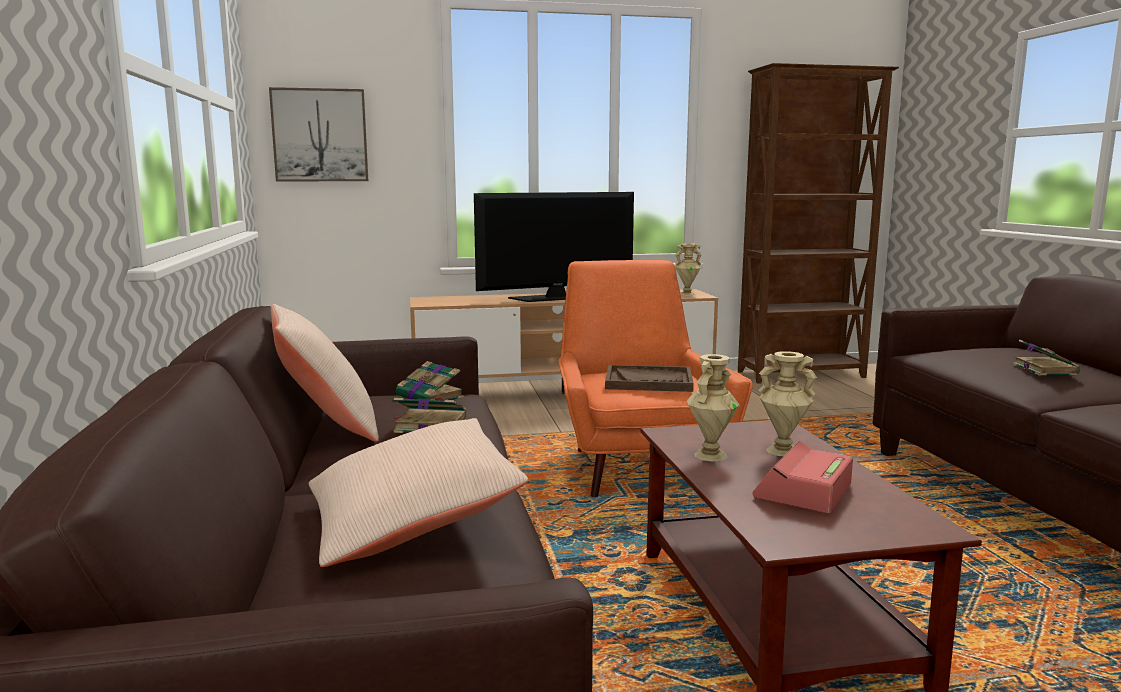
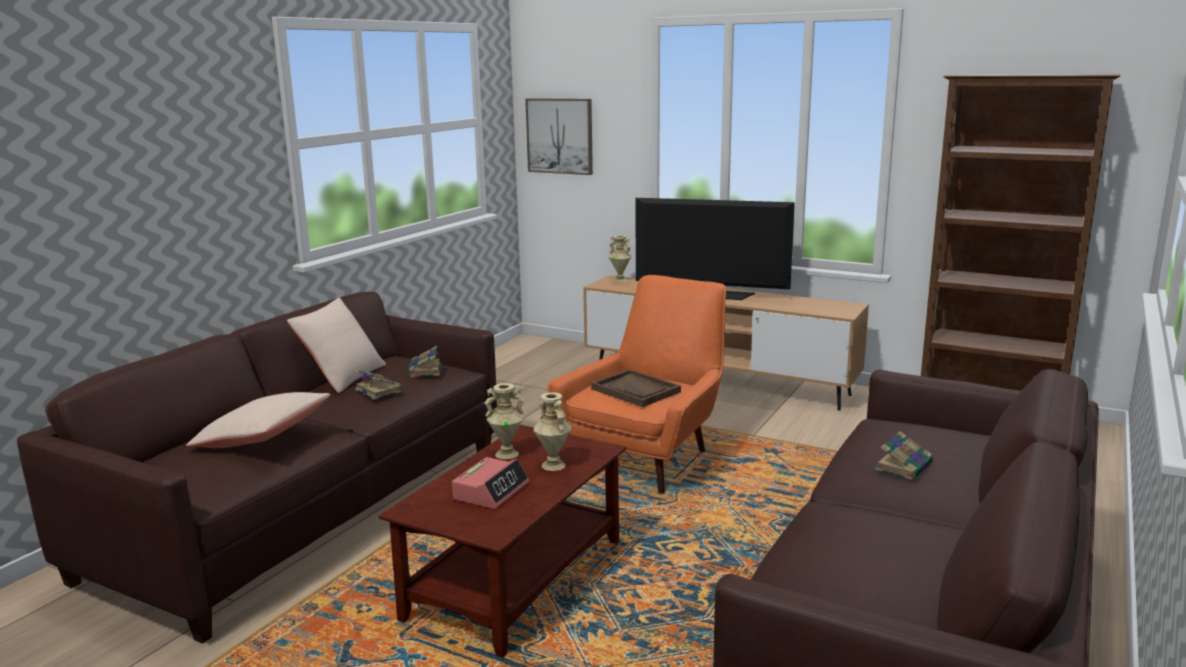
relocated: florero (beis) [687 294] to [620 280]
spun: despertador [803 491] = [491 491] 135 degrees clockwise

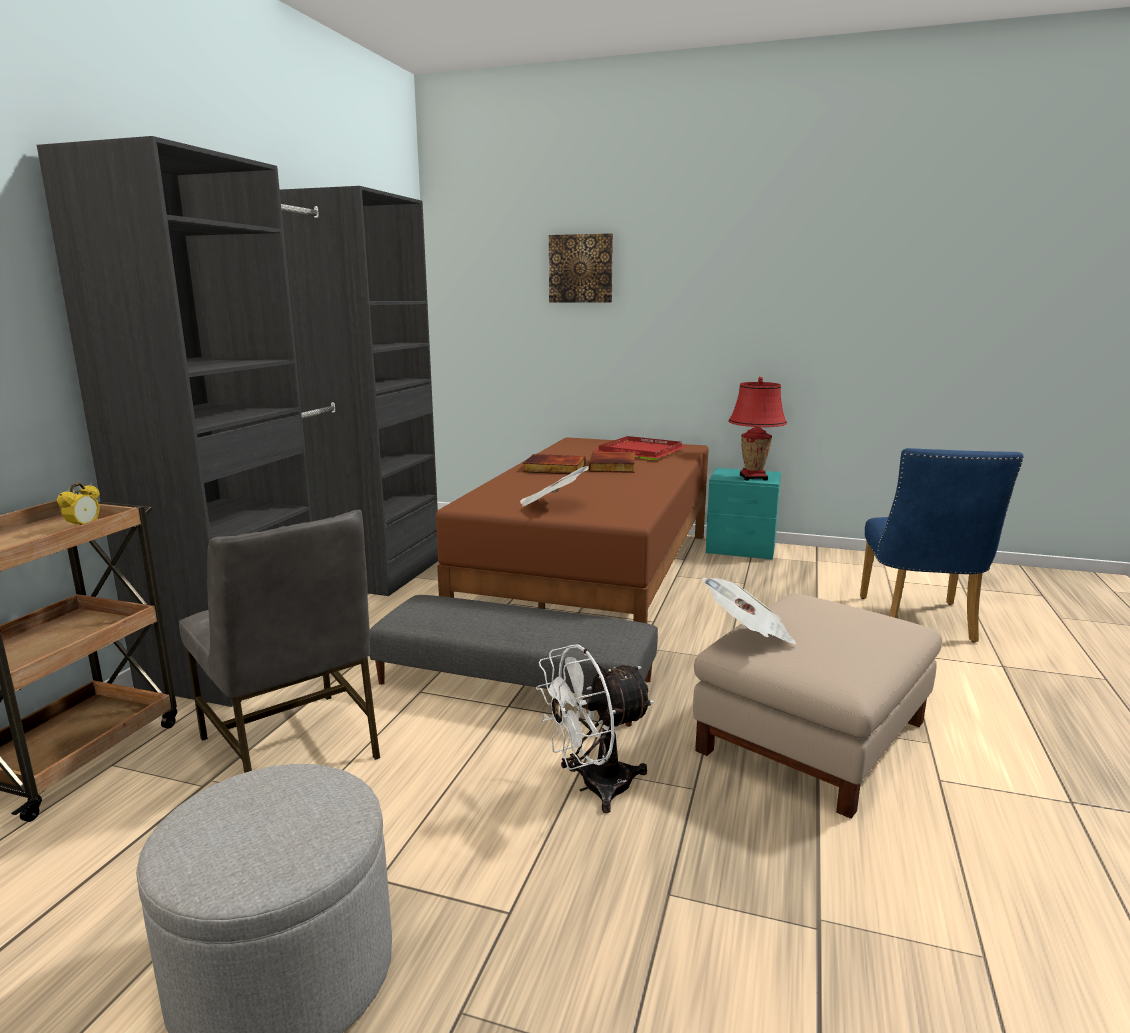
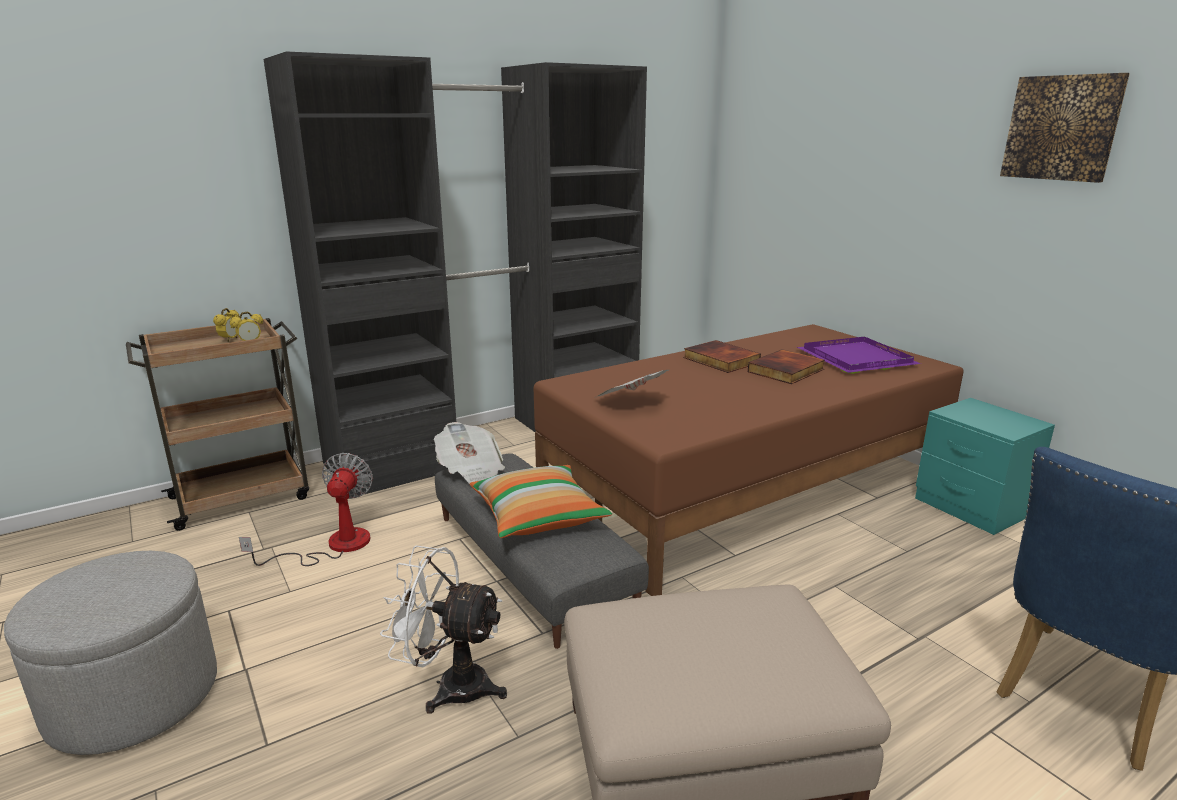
missing: lámpara de mesa (rojo) [753 477]
appeared: despertador [230 339]; cojín [538 517]
relocated: cuadro [581 268] to [1062 128]; periódico [748 633] to [470 470]
exchanged: silla (gris) [292 748] to ventilador [333 546]
colour: bandeja (rojo) [639 451] to bandeja (morado) [856 358]

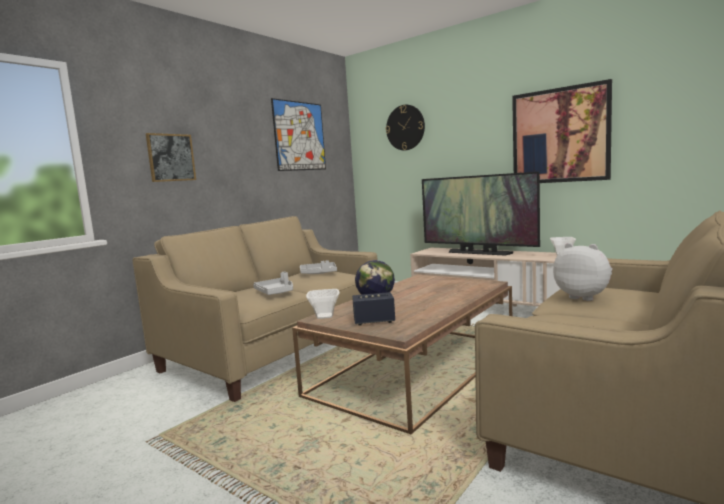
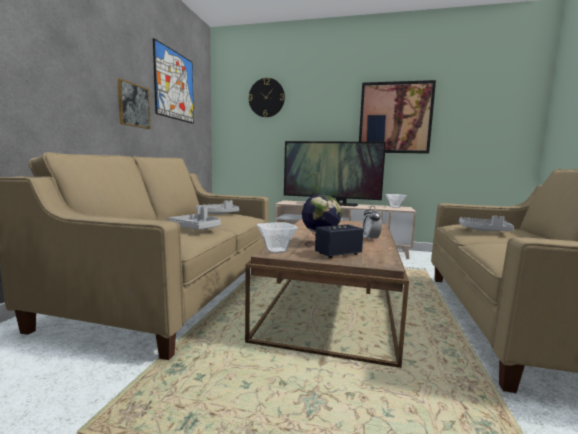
appeared: despertador [370 239]
relocated: cuadro [171 157] to [133 105]
exchanged: peluche [583 297] to bandeja (gris) [484 230]

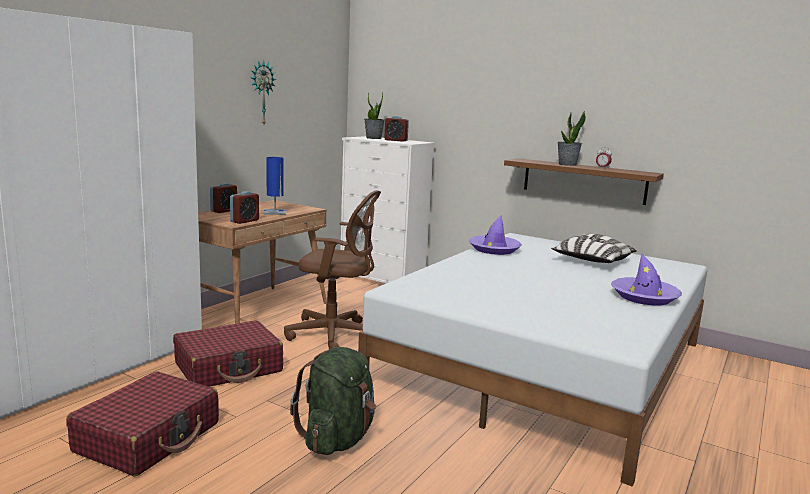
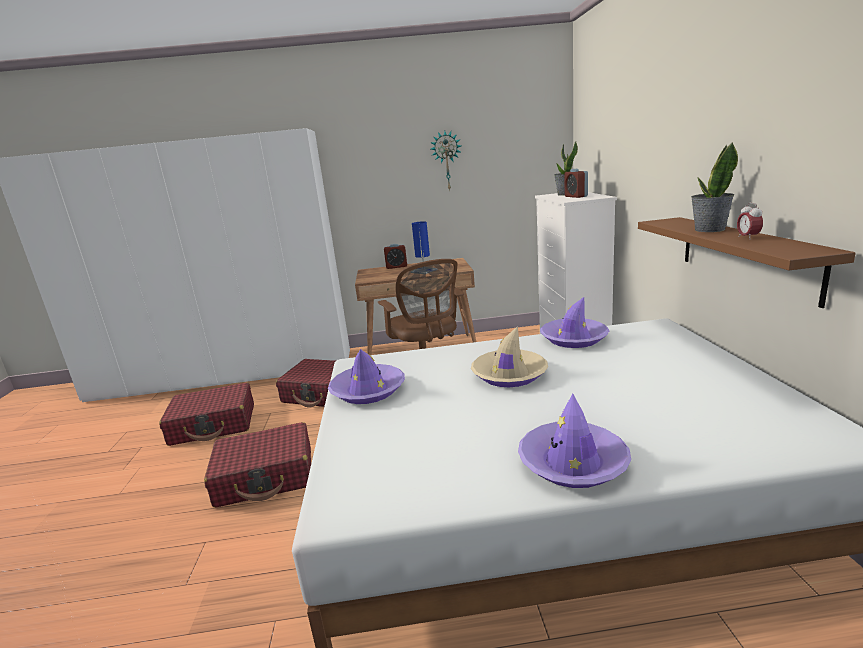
missing: despertador [244 221]; cojín [592 261]
appeared: sombrero (morado) [368 390]; sombrero (beis) [509 375]
exchanged: mochila (verde) [338 439] to maleta (rojo) [266 476]

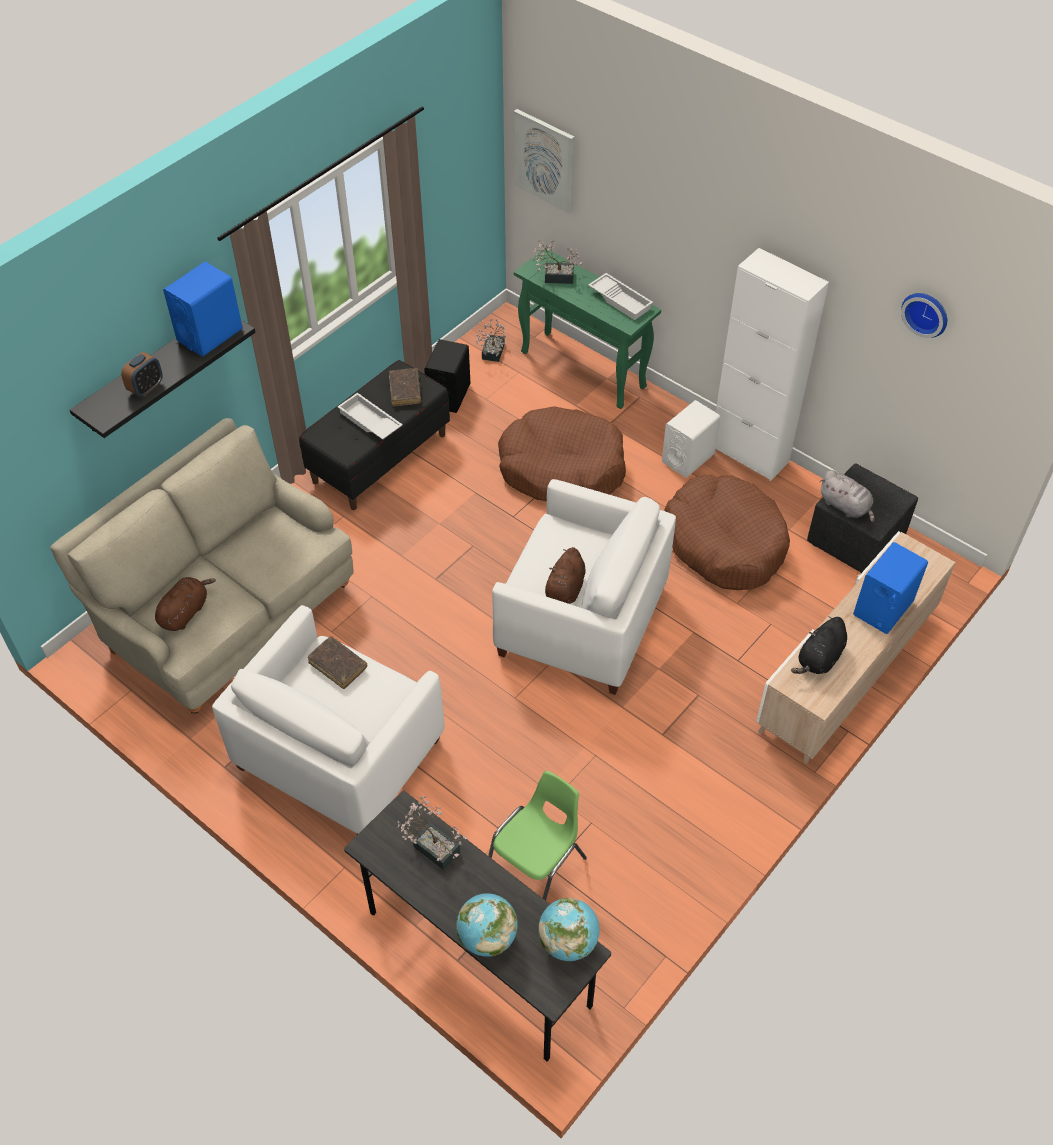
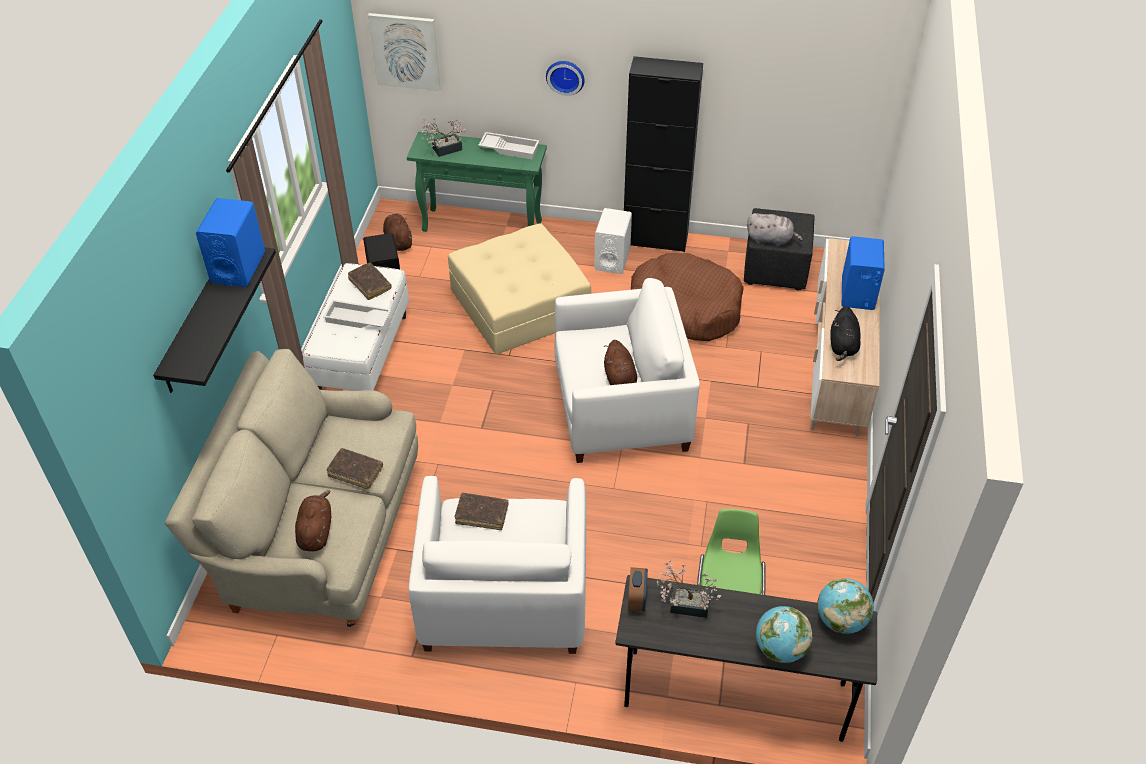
appeared: libro (marrón) [355 472]
relocated: despertador [146 388] to [637 600]; reloj de pared [926 313] to [565 76]
exchanged: planta en maceta [492 354] to peluche (marrón) [398 241]; cama para perro (marrón) [562 468] to puf (beis) [520 304]
colour: banco (negro) [379 457] to banco (blanco) [362 355]; armario (blanco) [749 454] to armario (negro) [655 239]

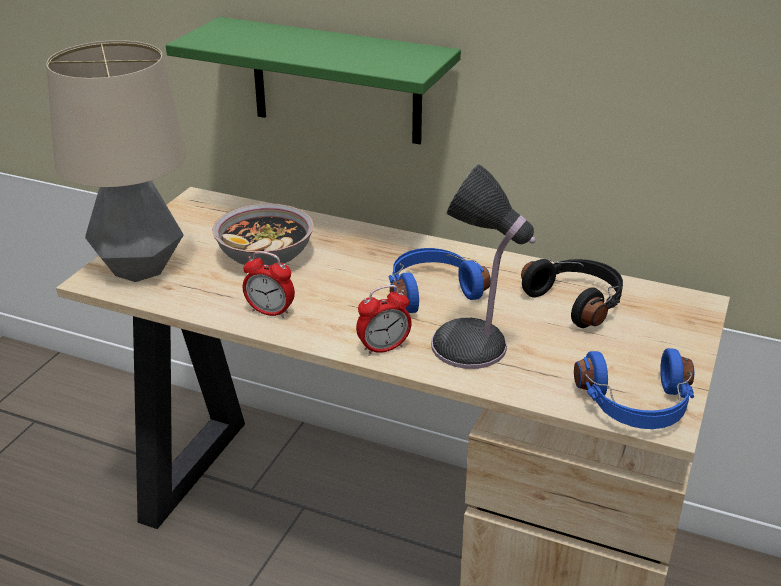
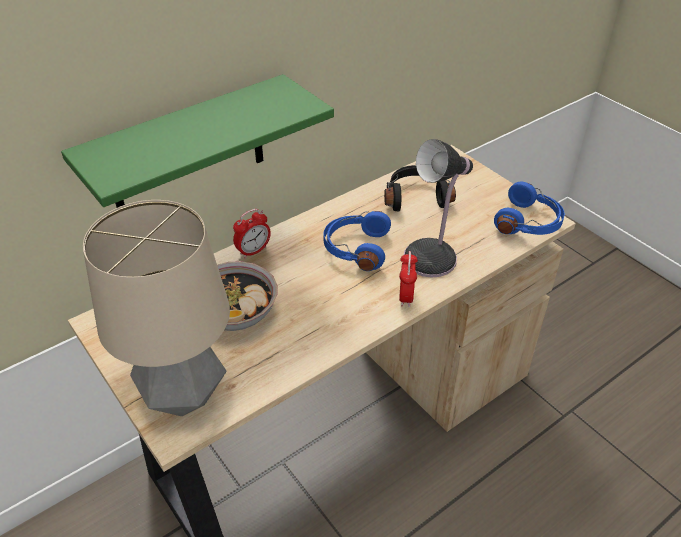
relocated: despertador [270 312] to [253 251]

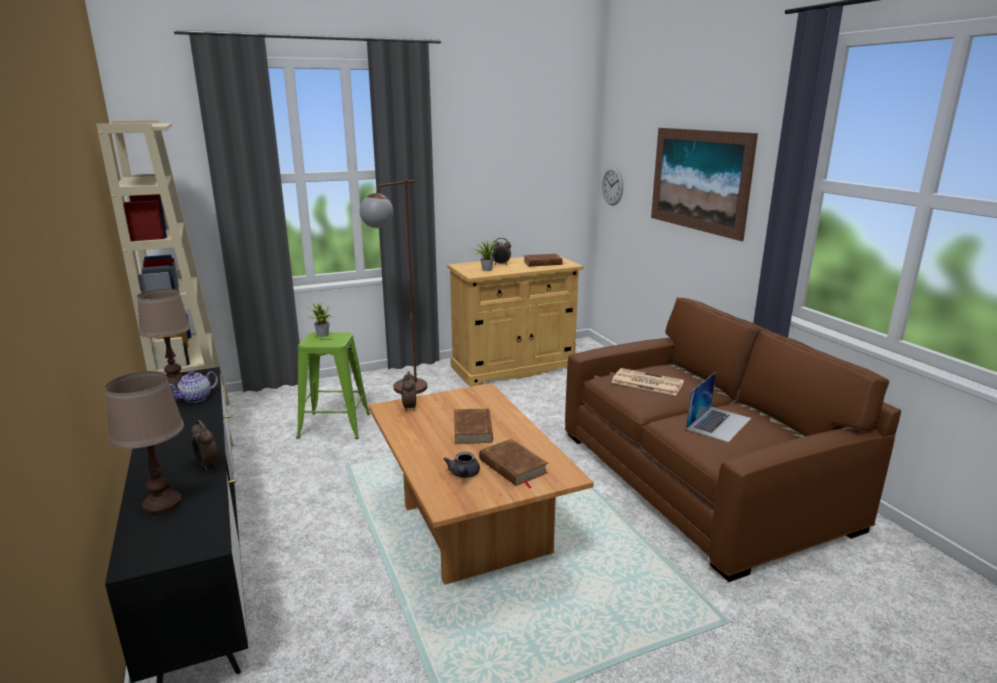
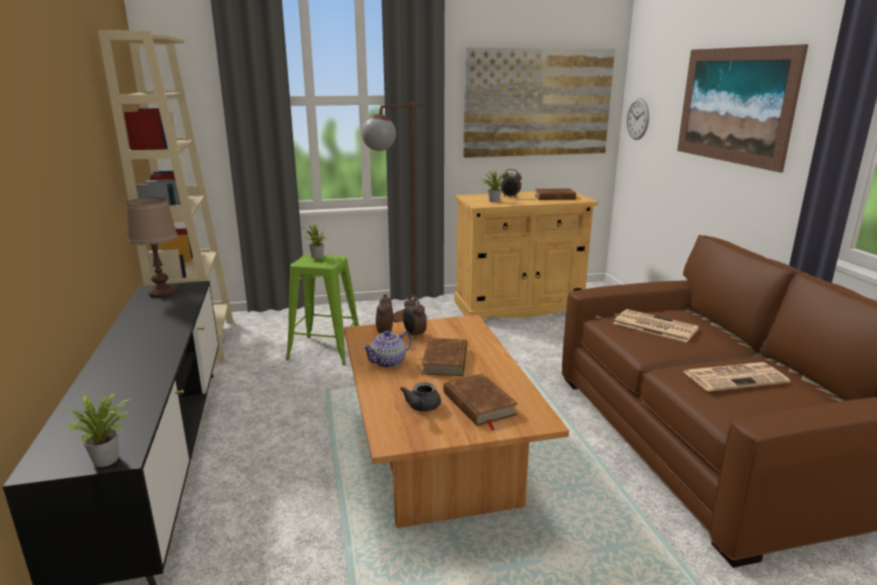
missing: lámpara de mesa (marrón) [163 504]
appeared: planta en maceta [109 459]; cuadro [537 103]
relocated: tetera [196 398] to [388 362]; despertador [207 465] to [414 335]
exchanged: portátil [719 423] to periódico [735 377]

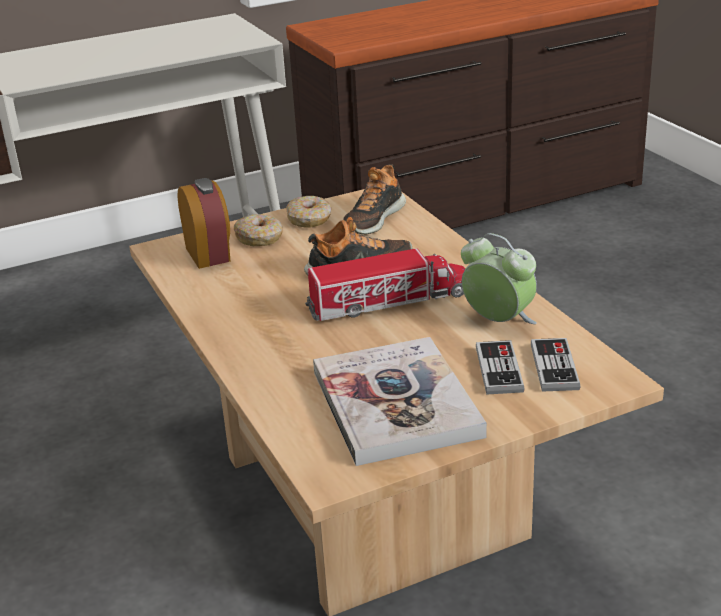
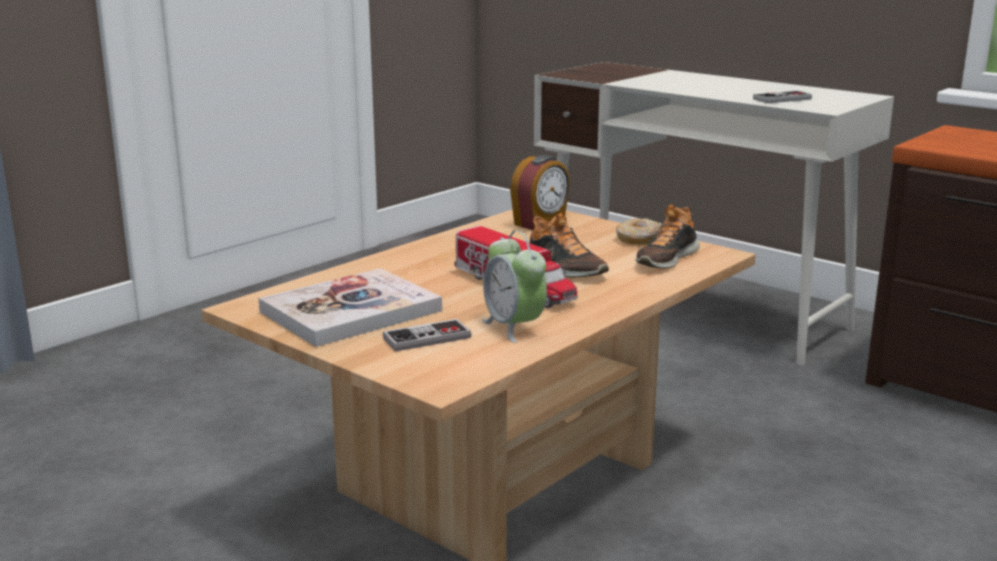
missing: rosquilla [260 238]
relocated: mando de consola [554 367] to [782 99]
spun: zapato [373 219] = [666 259] 60 degrees counterclockwise; despertador [498 321] = [514 327] 135 degrees clockwise

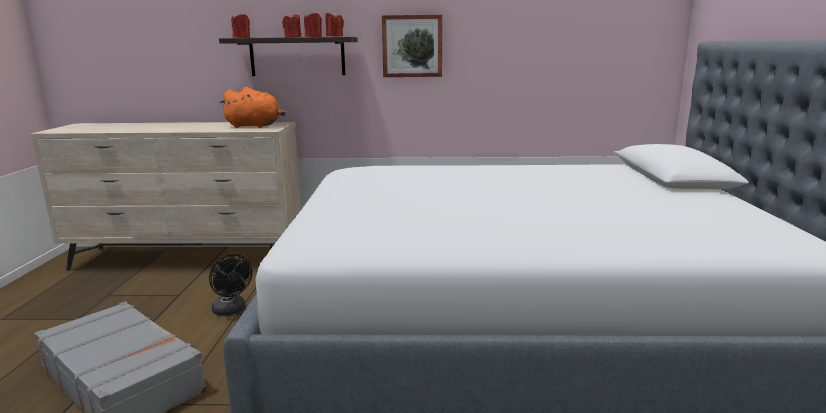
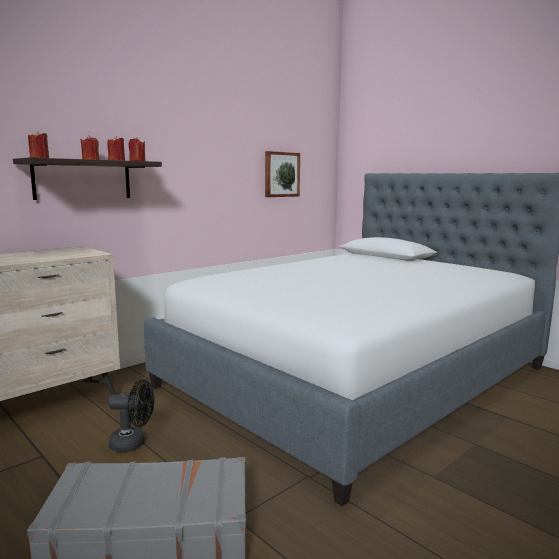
missing: peluche (naranja) [255 126]
relocated: cuadro [412 46] to [281 174]

